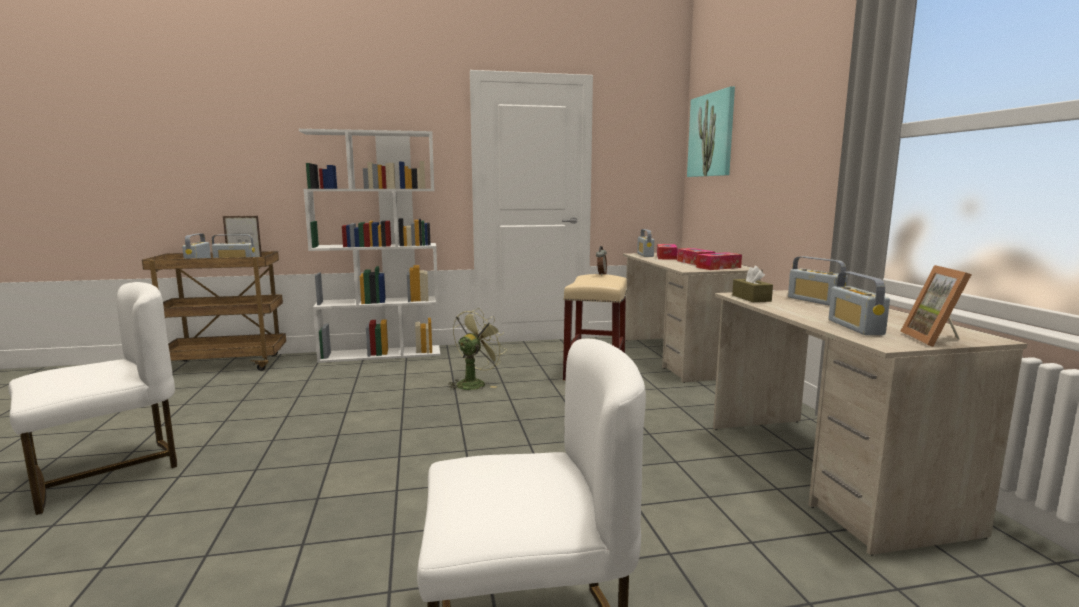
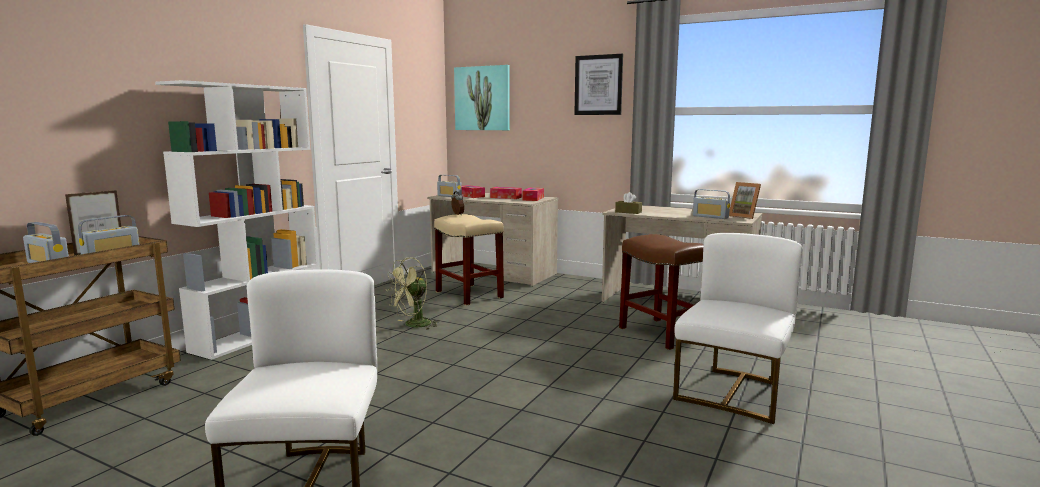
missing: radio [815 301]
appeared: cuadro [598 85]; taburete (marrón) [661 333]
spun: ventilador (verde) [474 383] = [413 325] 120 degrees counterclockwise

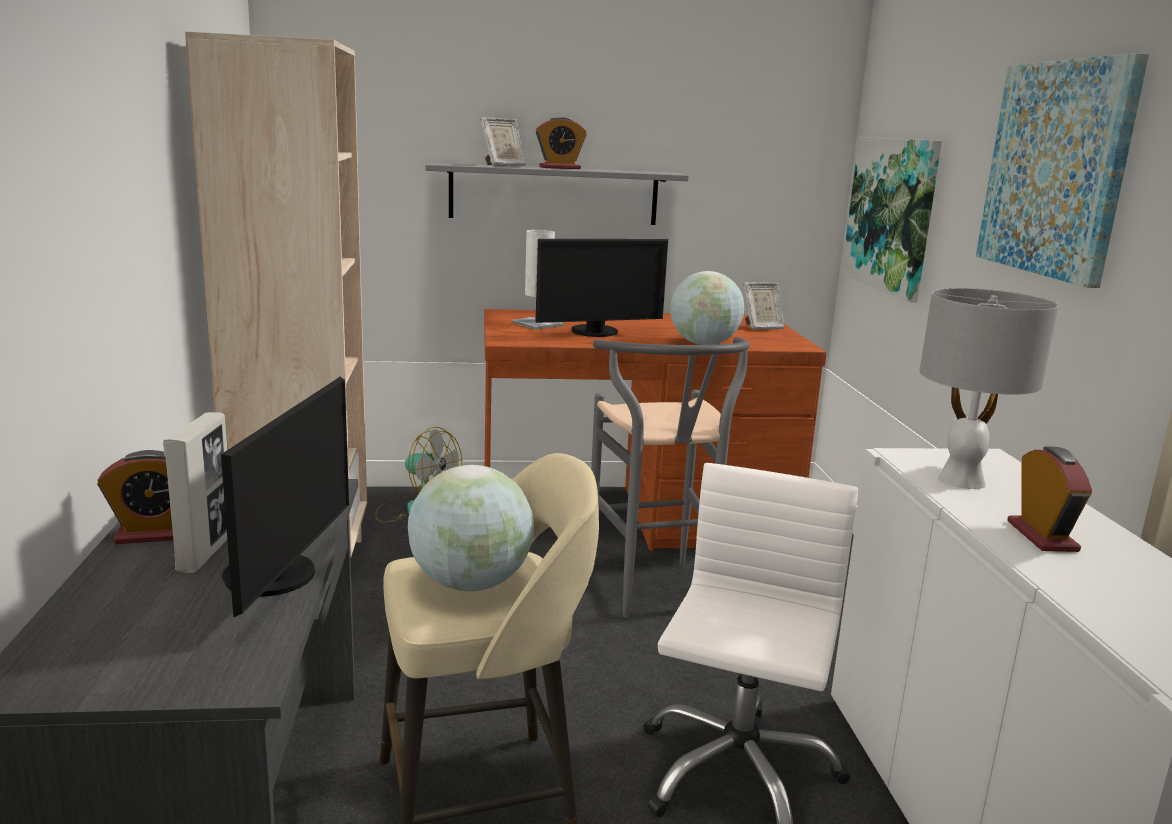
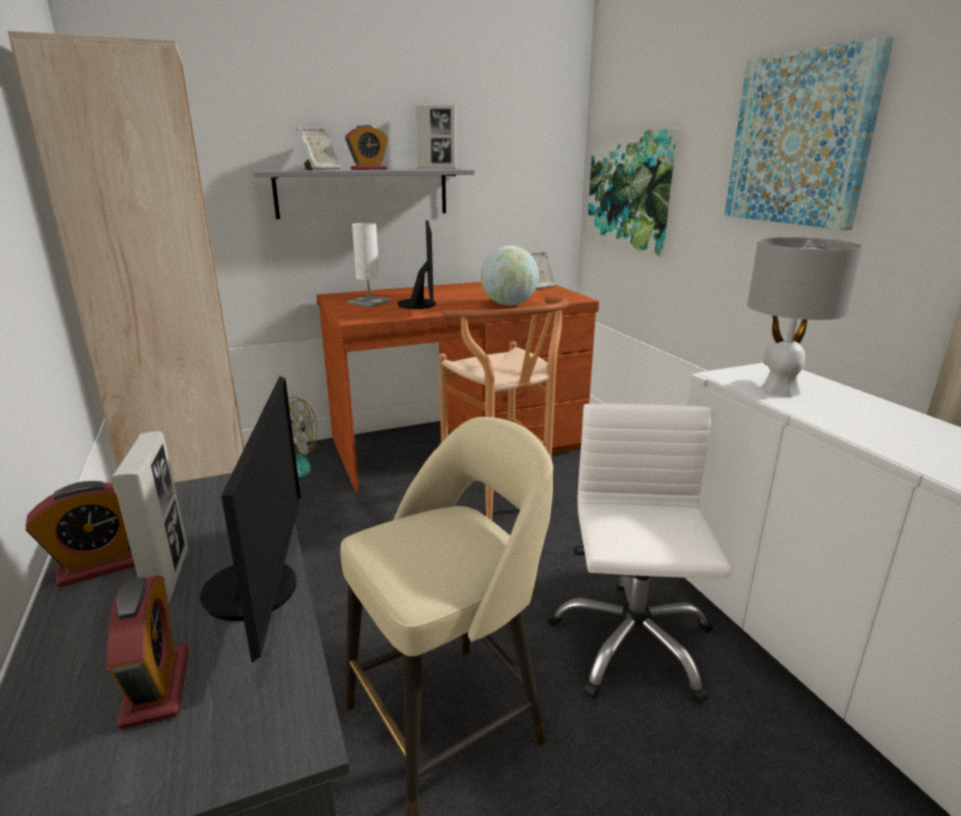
missing: globo terráqueo [470 584]
appeared: portarretratos [437 169]
relocated: despertador [1042 536] to [156 687]
colour: taburete (gris) [655 595] to taburete (marrón) [502 505]
spun: monitor [596 333] = [421 304] 60 degrees counterclockwise

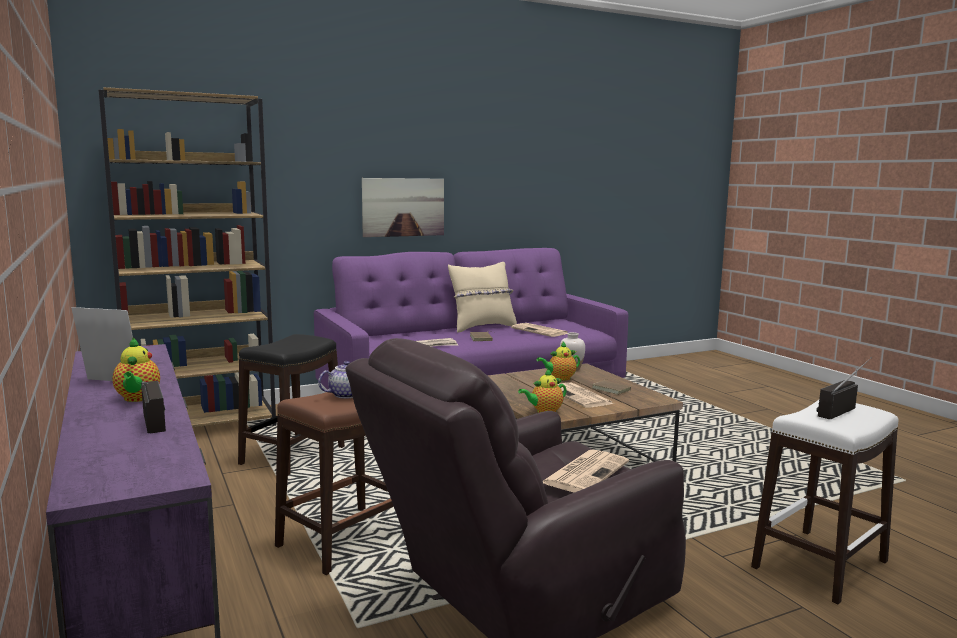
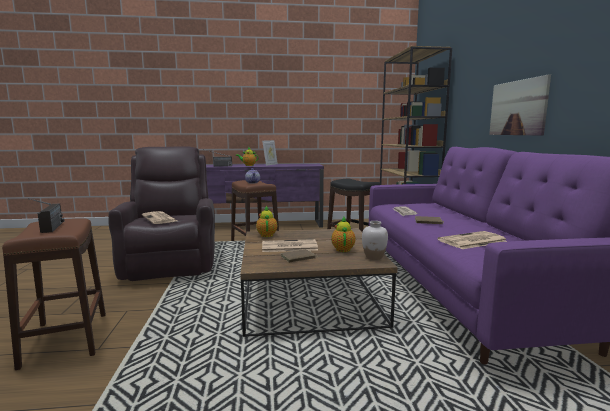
missing: cojín (beis) [482 327]
colour: taburete (blanco) [821 564] to taburete (marrón) [65 339]

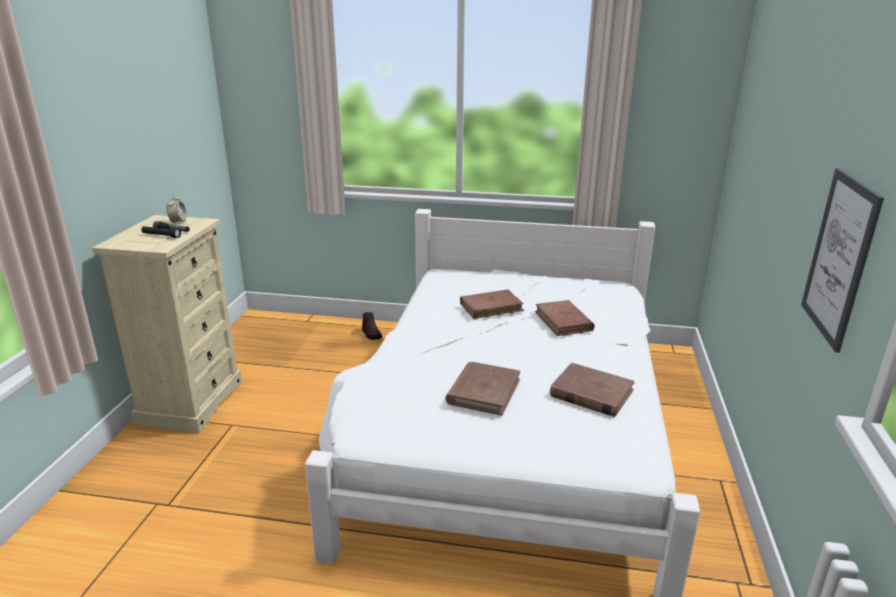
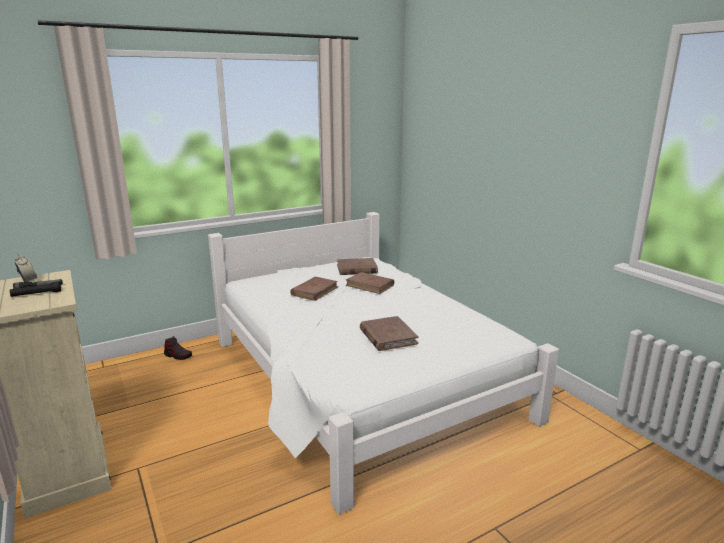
missing: cuadro [839 258]
relocated: libro (marrón) [591 393] to [357 269]

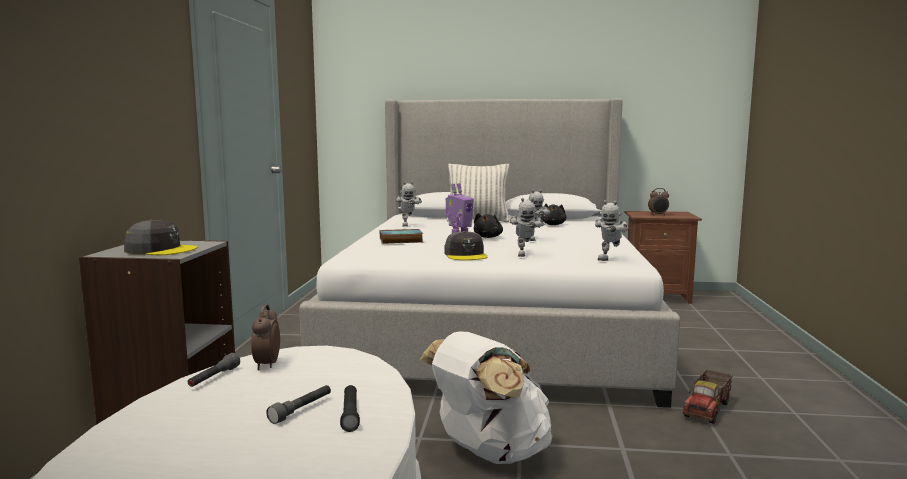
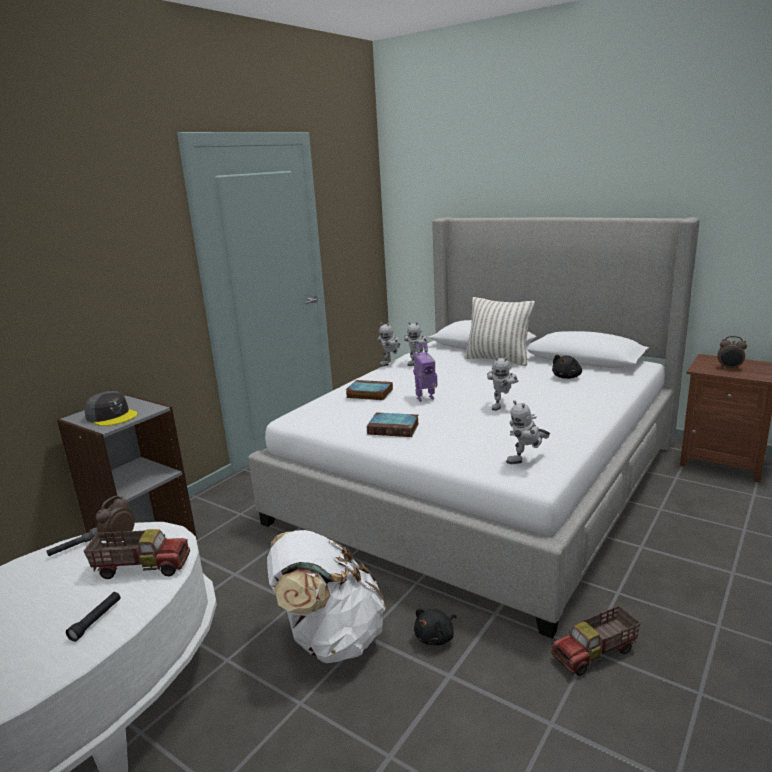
missing: linterna (gris) [301 410]
appeared: camión de juguete [142 567]
relocated: peluche (negro) [488 237] to [436 637]; robot de juguete [524 255] to [391 364]
exchanged: gorra (gris) [466 255] to libro [394 428]

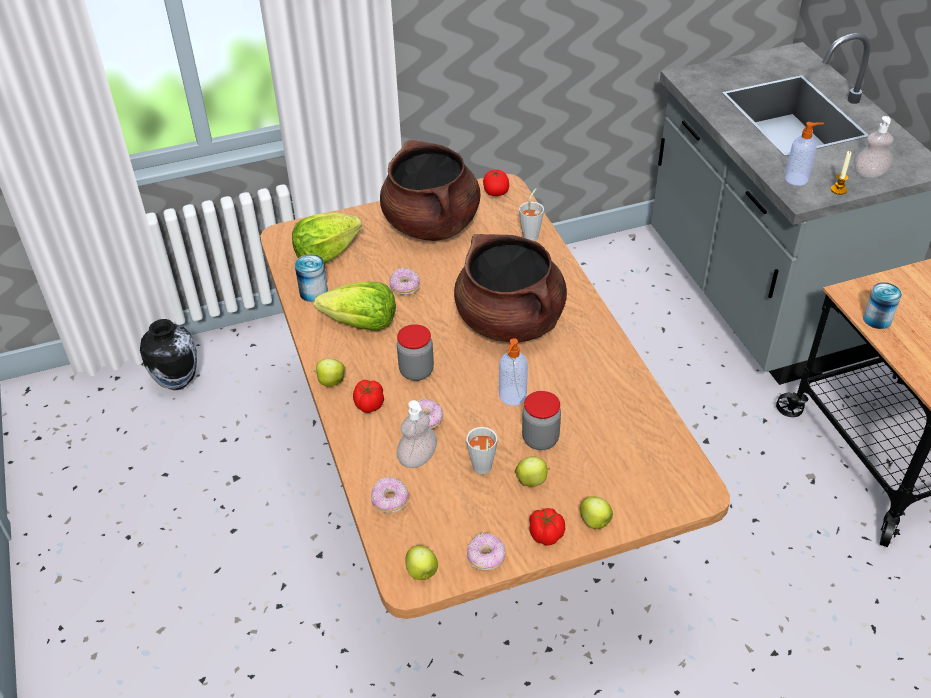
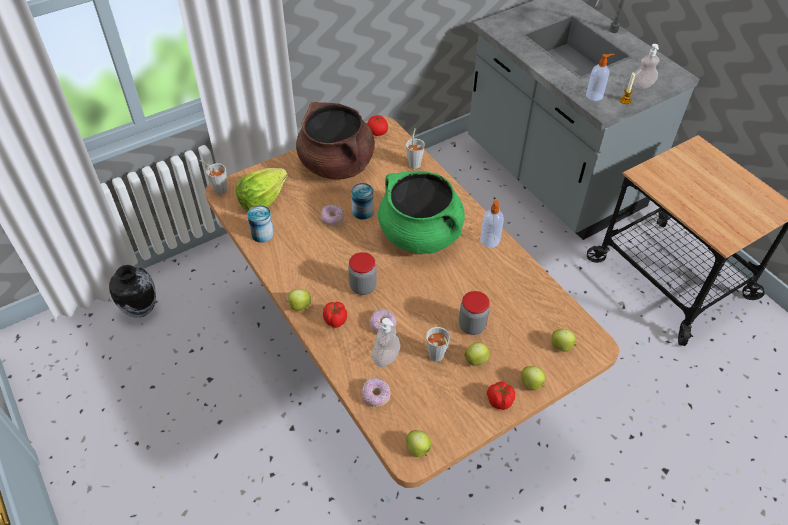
missing: lechuga [361 324]; rosquilla [486 557]
appeared: taza (gris) [218 189]; manzana [562 346]
relocated: dispensador de jabón [512 396] to [489 241]; lata [877 319] to [362 211]
colour: olla (marrón) [510 321] to olla (verde) [421 235]

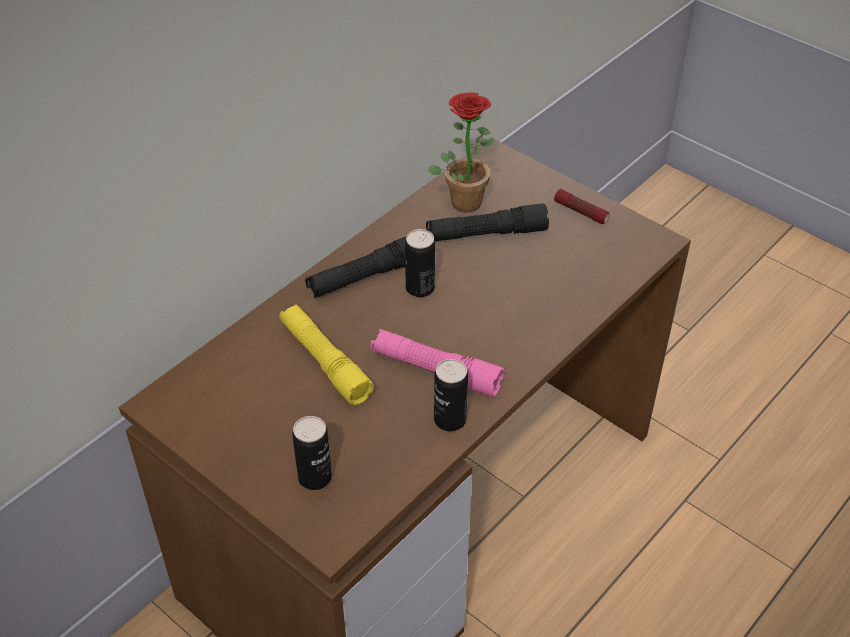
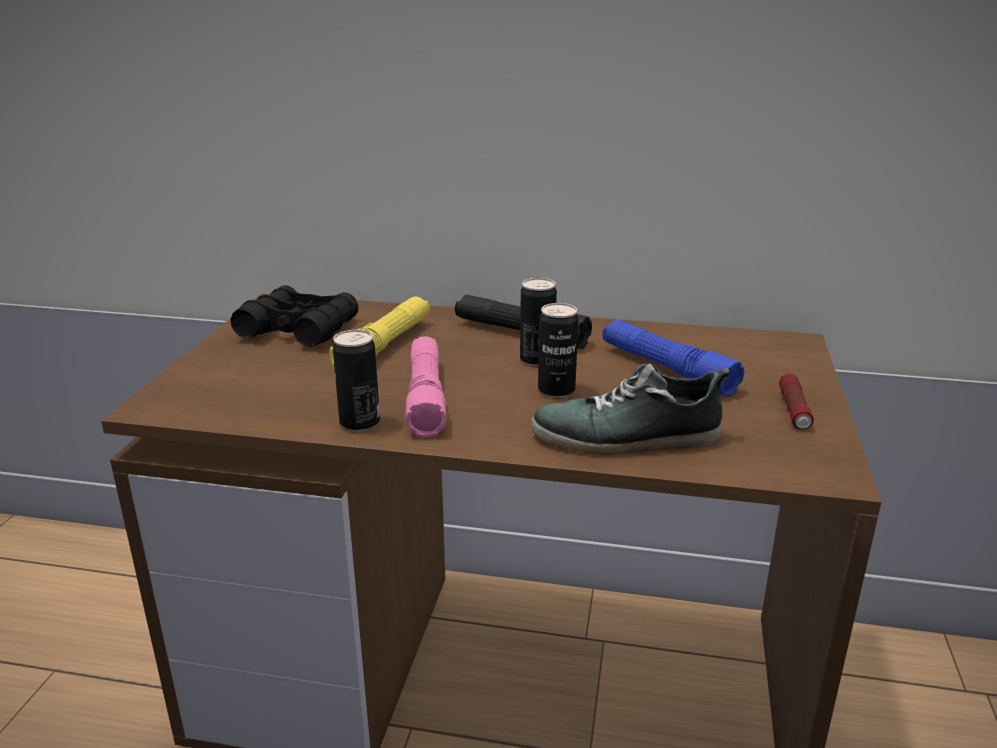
missing: planta en maceta [464 198]
appeared: prismáticos (negro) [298 329]; zapato [627 437]
relocated: lata [315 477] to [556 390]
colour: linterna (negro) [486 234] to linterna (azul) [667 369]

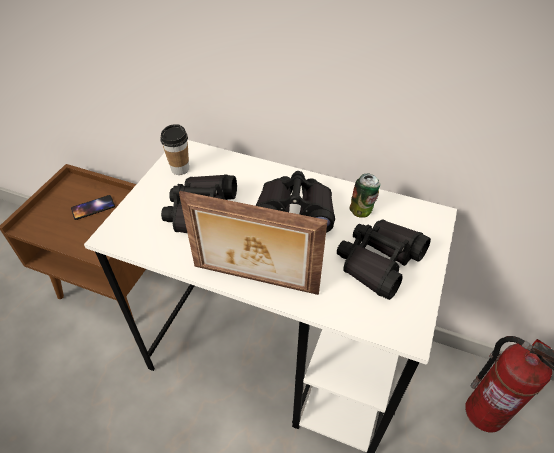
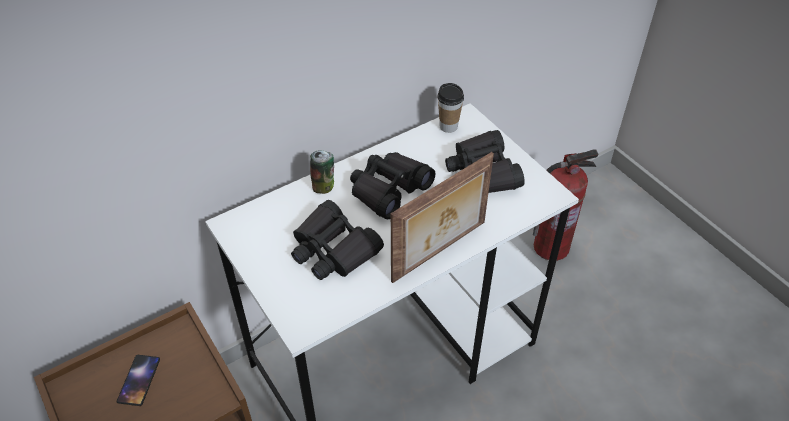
relocated: taza [180 169] to [448 126]; lata [362 211] to [324 186]

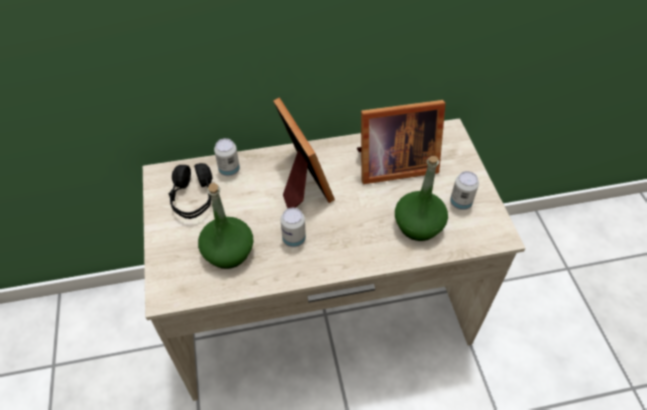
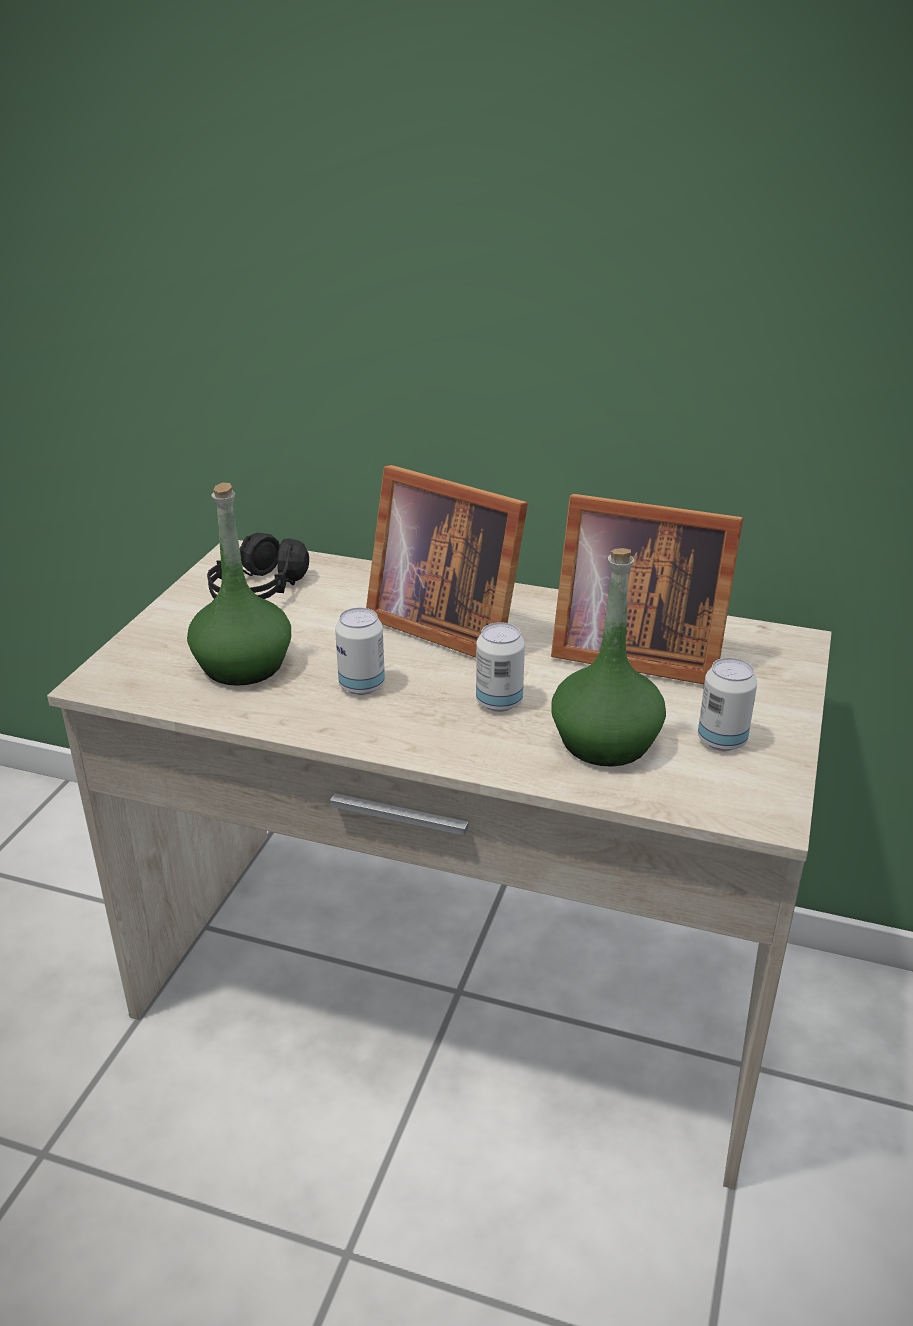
relocated: lata [229 170] to [499 702]
spun: portarretratos [300 182] = [444 624] 120 degrees clockwise

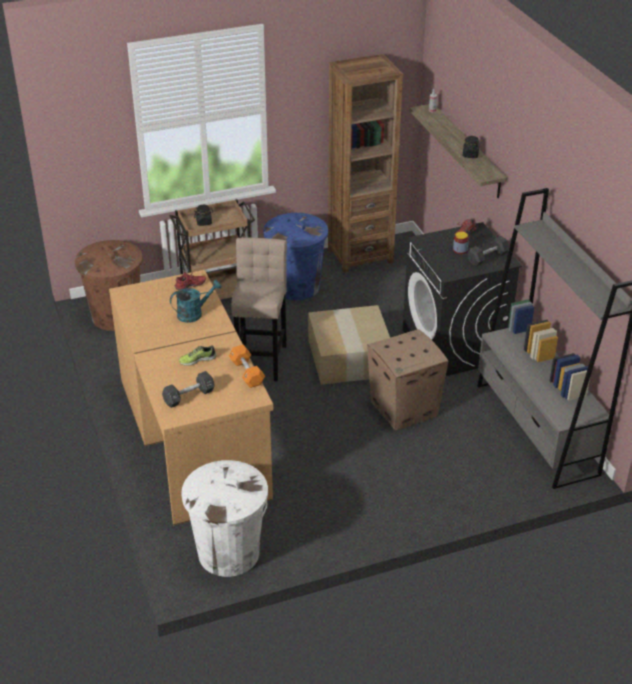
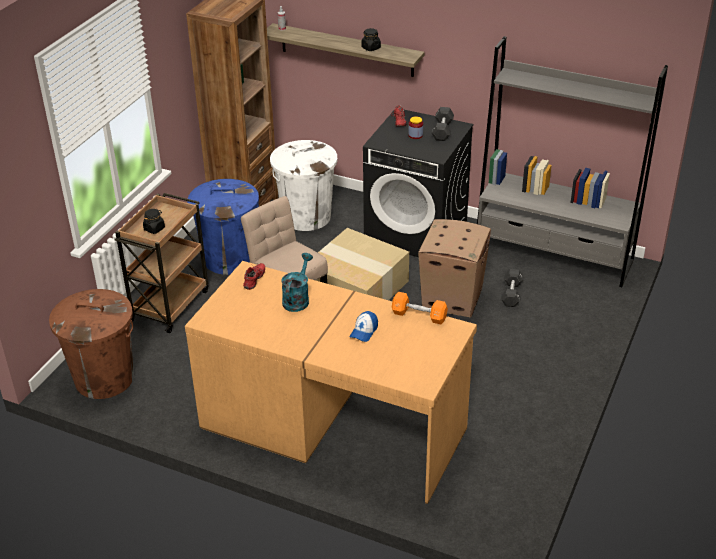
relocated: mancuerna (negro) [189 396] to [511 294]; papelera (blanco) [228 552] to [306 217]
exchanged: zapato [197 359] to gorra [364 331]

